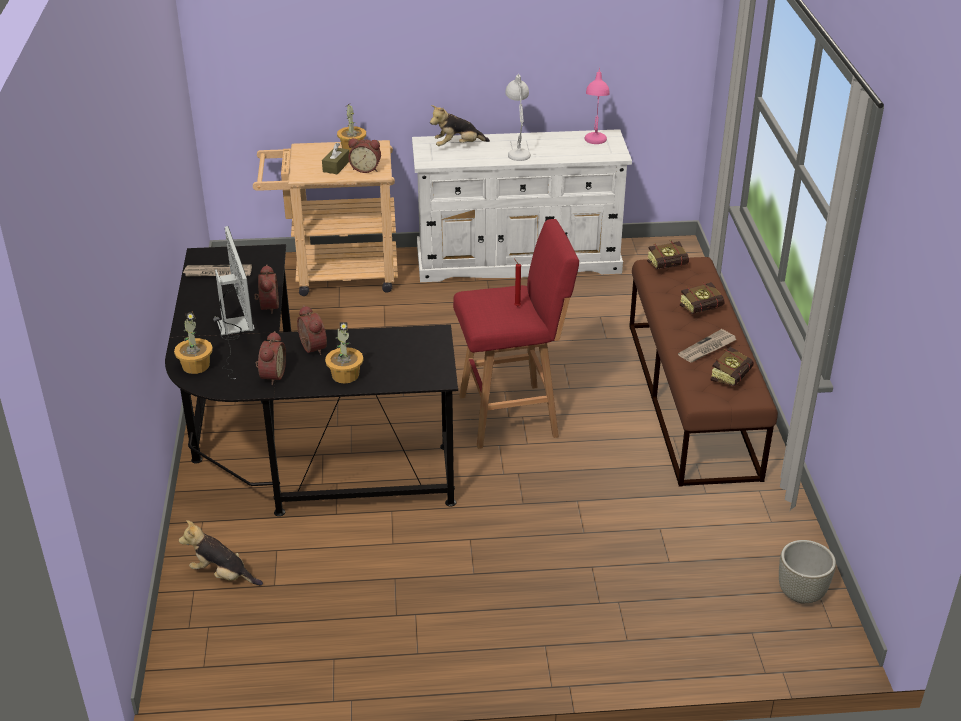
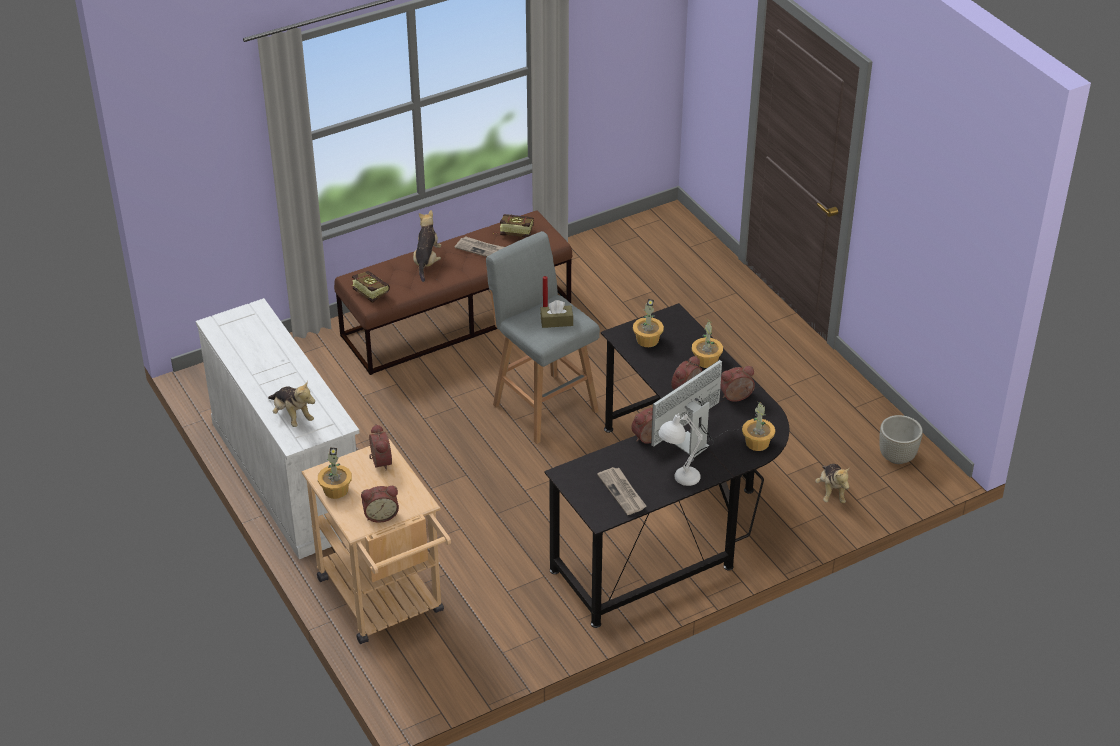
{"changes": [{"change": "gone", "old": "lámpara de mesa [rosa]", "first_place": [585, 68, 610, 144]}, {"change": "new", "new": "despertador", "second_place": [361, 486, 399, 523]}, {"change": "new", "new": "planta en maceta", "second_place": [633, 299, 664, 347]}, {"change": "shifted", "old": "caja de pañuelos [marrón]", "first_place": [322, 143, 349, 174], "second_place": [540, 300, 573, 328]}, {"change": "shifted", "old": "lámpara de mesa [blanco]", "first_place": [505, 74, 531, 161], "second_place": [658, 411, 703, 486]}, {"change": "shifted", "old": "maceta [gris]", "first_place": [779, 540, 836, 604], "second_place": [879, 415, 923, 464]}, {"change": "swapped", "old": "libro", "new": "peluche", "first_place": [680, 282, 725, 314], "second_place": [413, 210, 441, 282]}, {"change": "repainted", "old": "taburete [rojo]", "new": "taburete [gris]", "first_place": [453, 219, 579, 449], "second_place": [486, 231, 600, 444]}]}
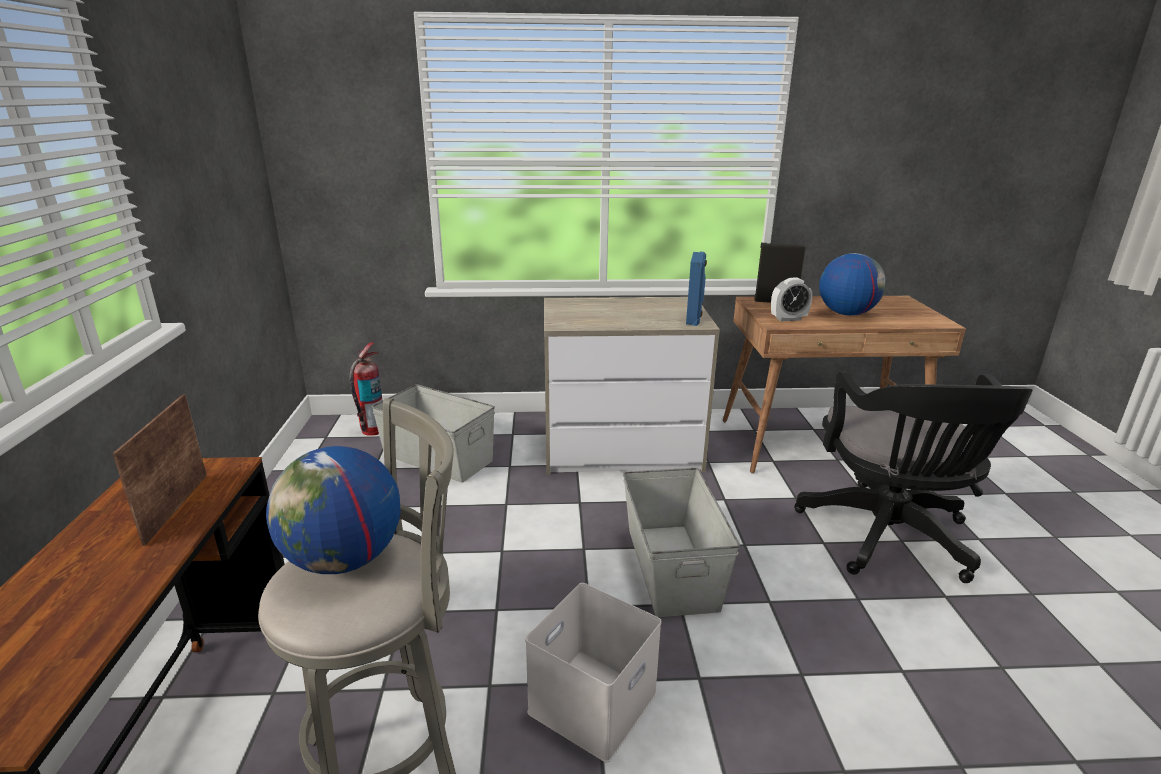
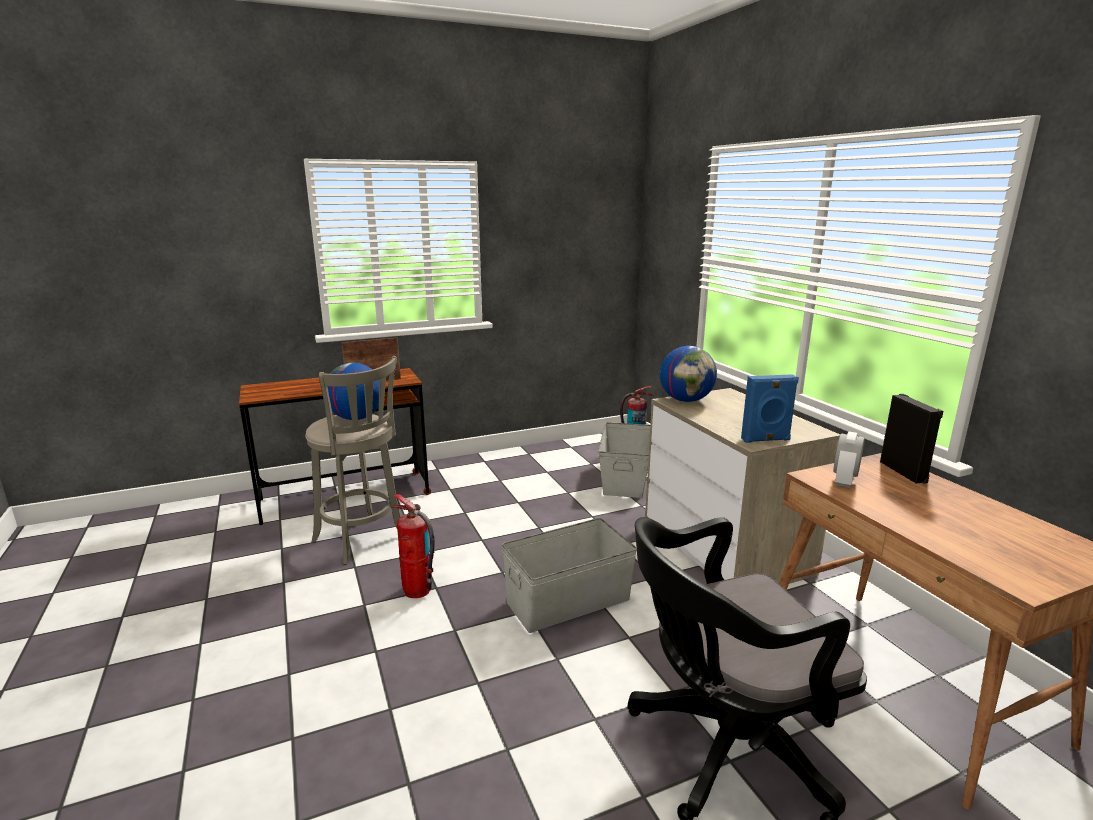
{"changes": [{"change": "shifted", "old": "globo terráqueo", "first_place": [819, 253, 886, 316], "second_place": [660, 346, 717, 402]}, {"change": "swapped", "old": "caja de almacenaje [blanco]", "new": "extintor", "first_place": [525, 583, 662, 762], "second_place": [391, 494, 435, 598]}, {"change": "rotated", "old": "despertador", "first_place": [771, 278, 812, 321], "second_place": [833, 432, 865, 488], "degrees": 60}]}
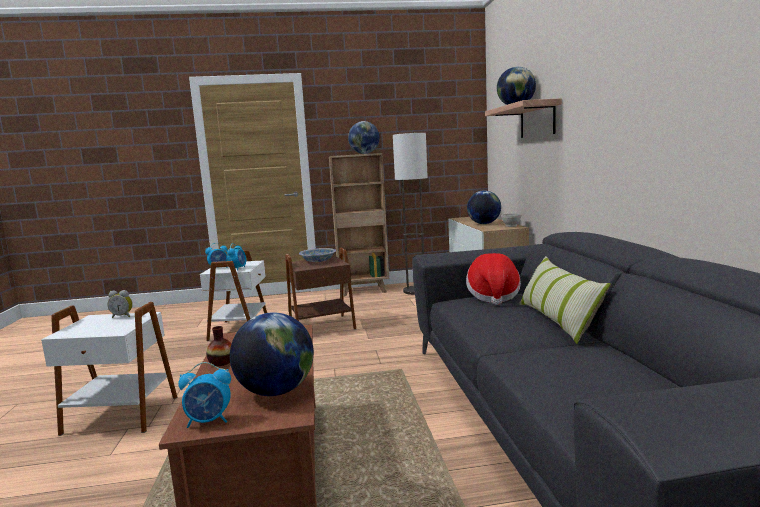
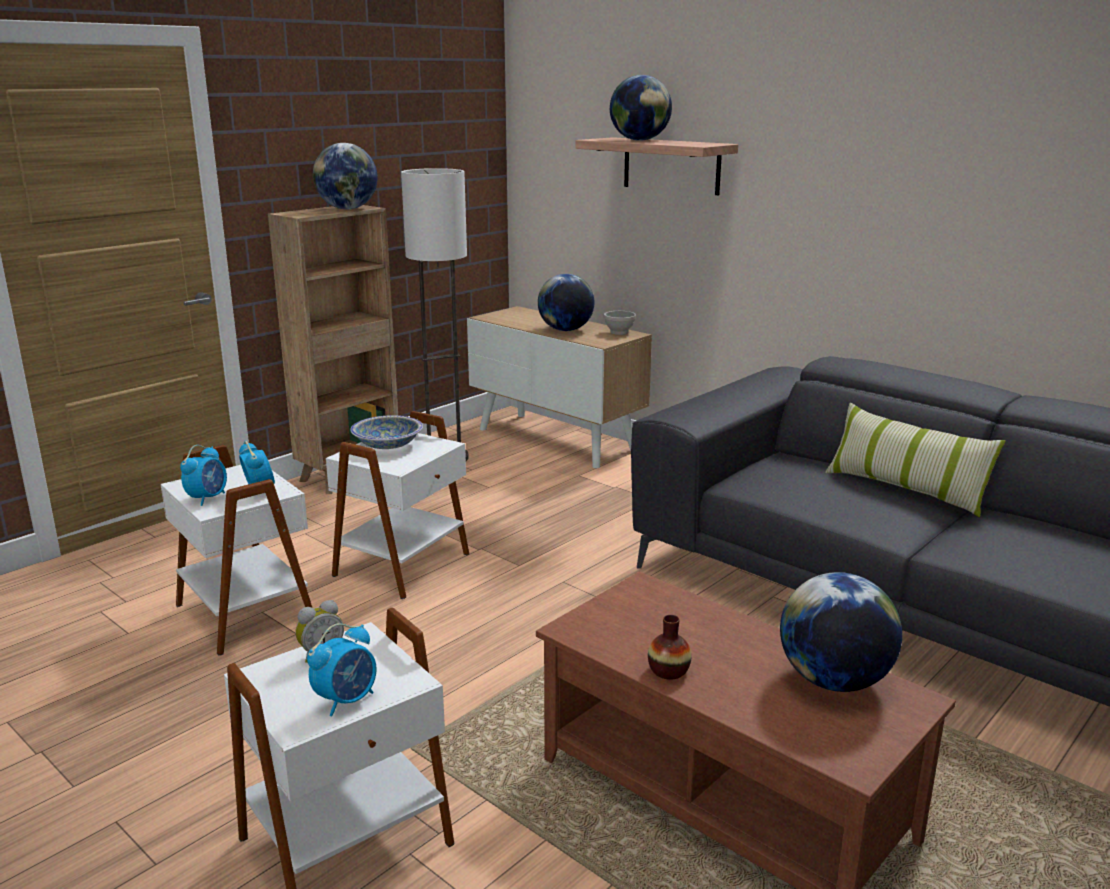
{"changes": [{"change": "gone", "old": "sombrero", "first_place": [466, 253, 521, 305]}, {"change": "shifted", "old": "despertador", "first_place": [178, 362, 231, 428], "second_place": [307, 623, 377, 717]}, {"change": "repainted", "old": "mesa auxiliar [marrón]", "new": "mesa auxiliar [blanco]", "first_place": [285, 247, 356, 330], "second_place": [326, 411, 469, 599]}]}
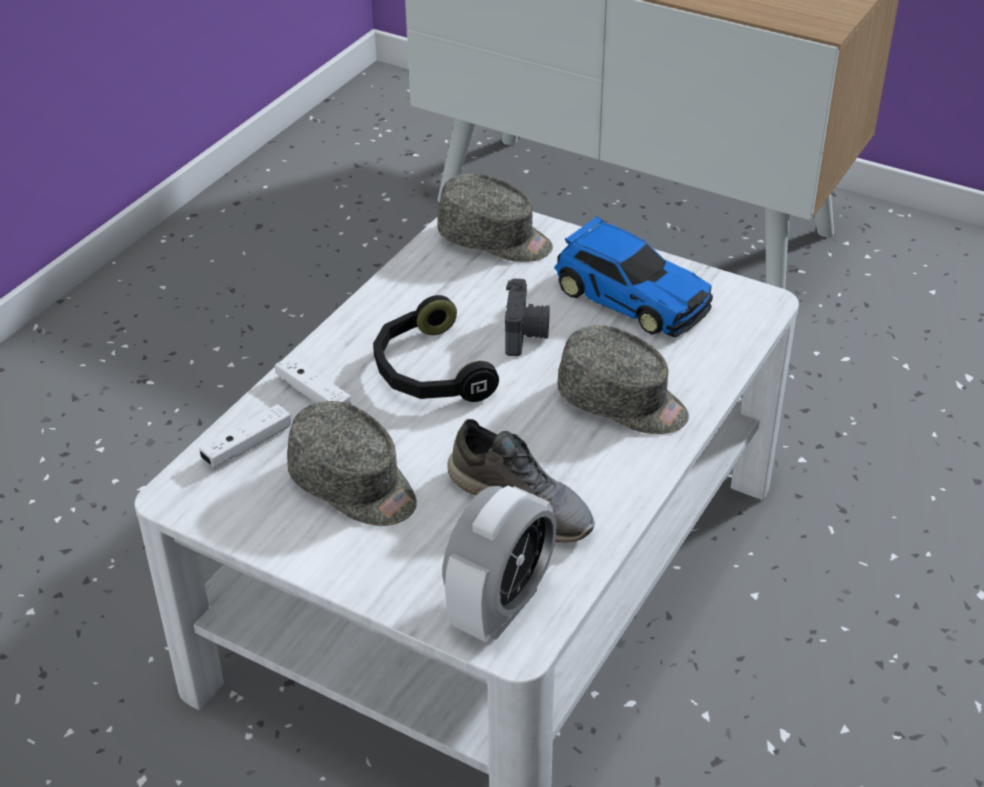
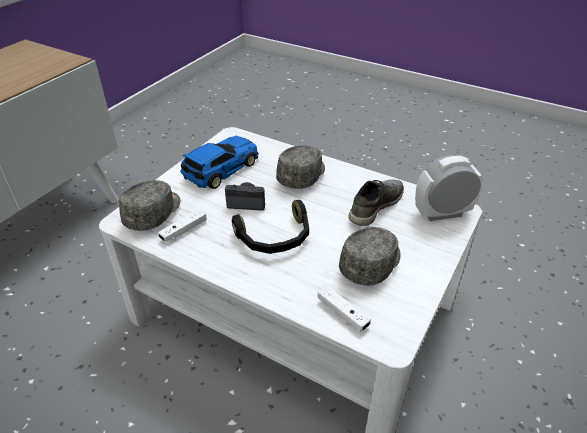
{"changes": [{"change": "shifted", "old": "mando de consola [blanco]", "first_place": [275, 355, 352, 405], "second_place": [158, 209, 207, 242]}, {"change": "rotated", "old": "despertador", "first_place": [442, 486, 557, 642], "second_place": [415, 155, 483, 221], "degrees": -45}]}
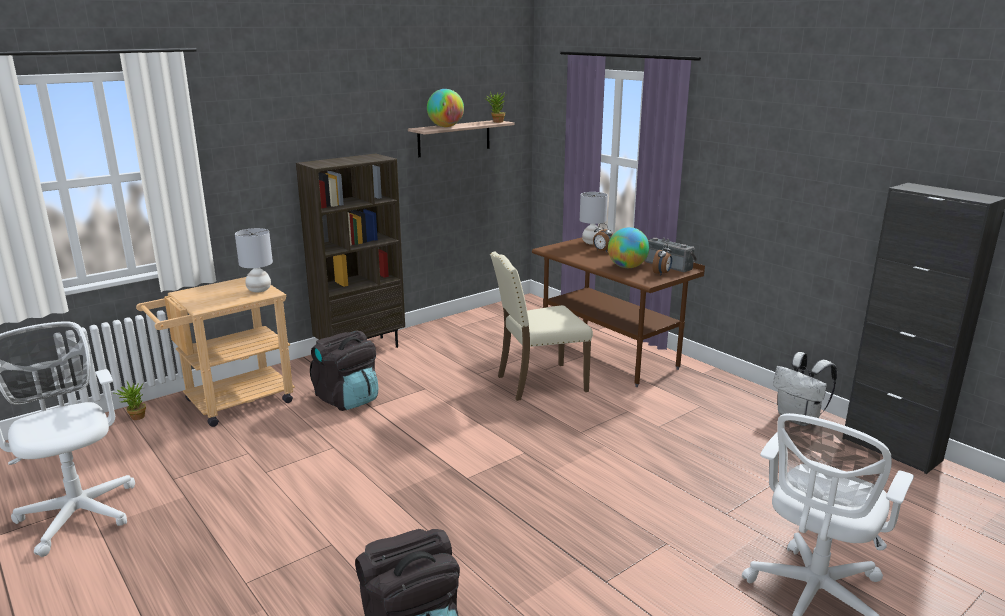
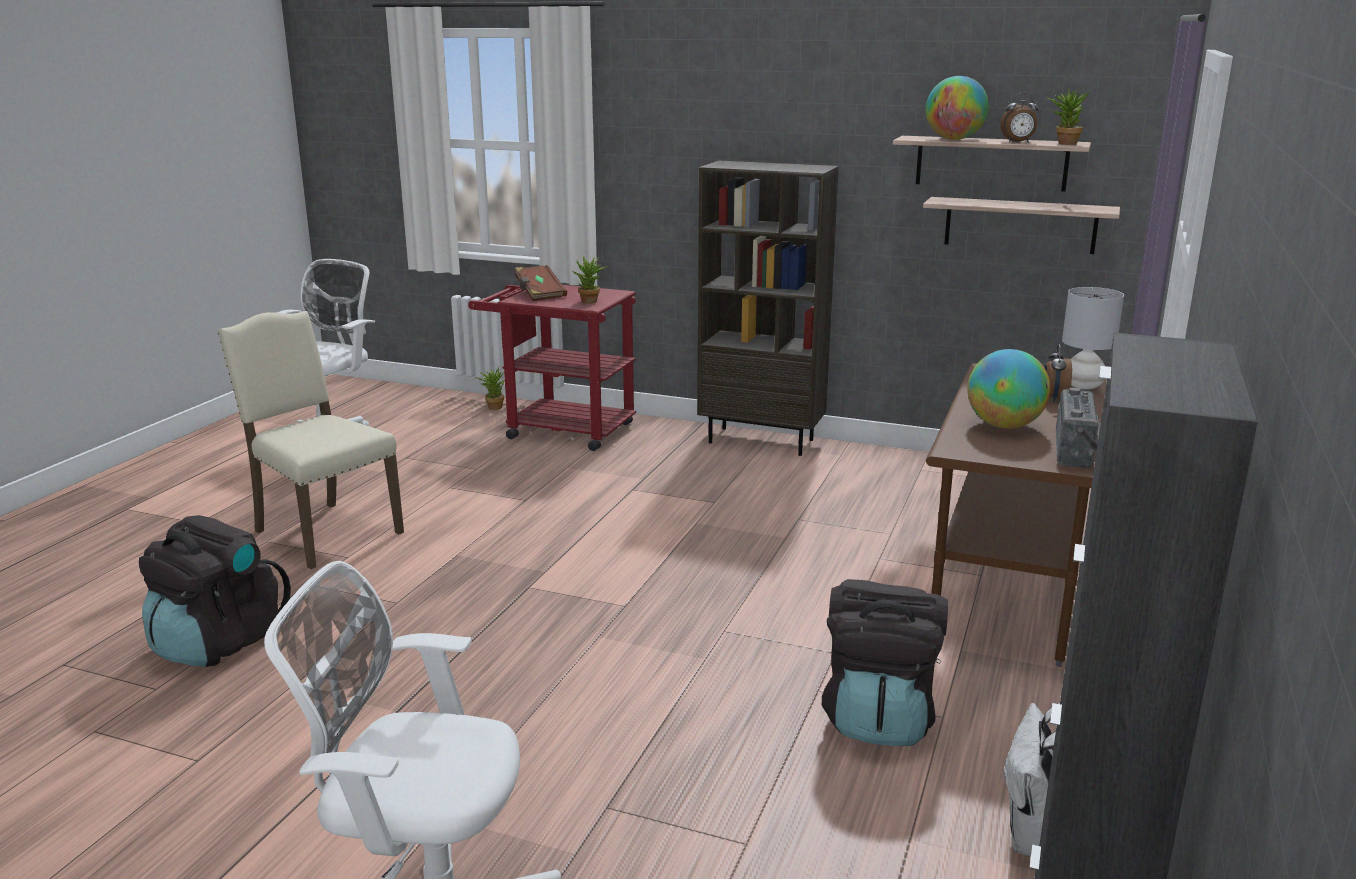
{"changes": [{"change": "new", "new": "libro [marrón]", "second_place": [515, 265, 567, 301]}, {"change": "new", "new": "estante", "second_place": [923, 197, 1120, 254]}, {"change": "shifted", "old": "mochila [negro]", "first_place": [310, 331, 378, 411], "second_place": [822, 579, 948, 746]}, {"change": "shifted", "old": "silla [beis]", "first_place": [490, 252, 593, 401], "second_place": [218, 311, 404, 569]}, {"change": "shifted", "old": "despertador", "first_place": [652, 243, 672, 276], "second_place": [1000, 93, 1039, 143]}, {"change": "swapped", "old": "lámpara de mesa [gris]", "new": "planta en maceta", "first_place": [235, 228, 273, 293], "second_place": [573, 256, 607, 304]}, {"change": "repainted", "old": "carrito [beis]", "new": "carrito [rojo]", "first_place": [136, 277, 295, 427], "second_place": [468, 285, 636, 451]}]}
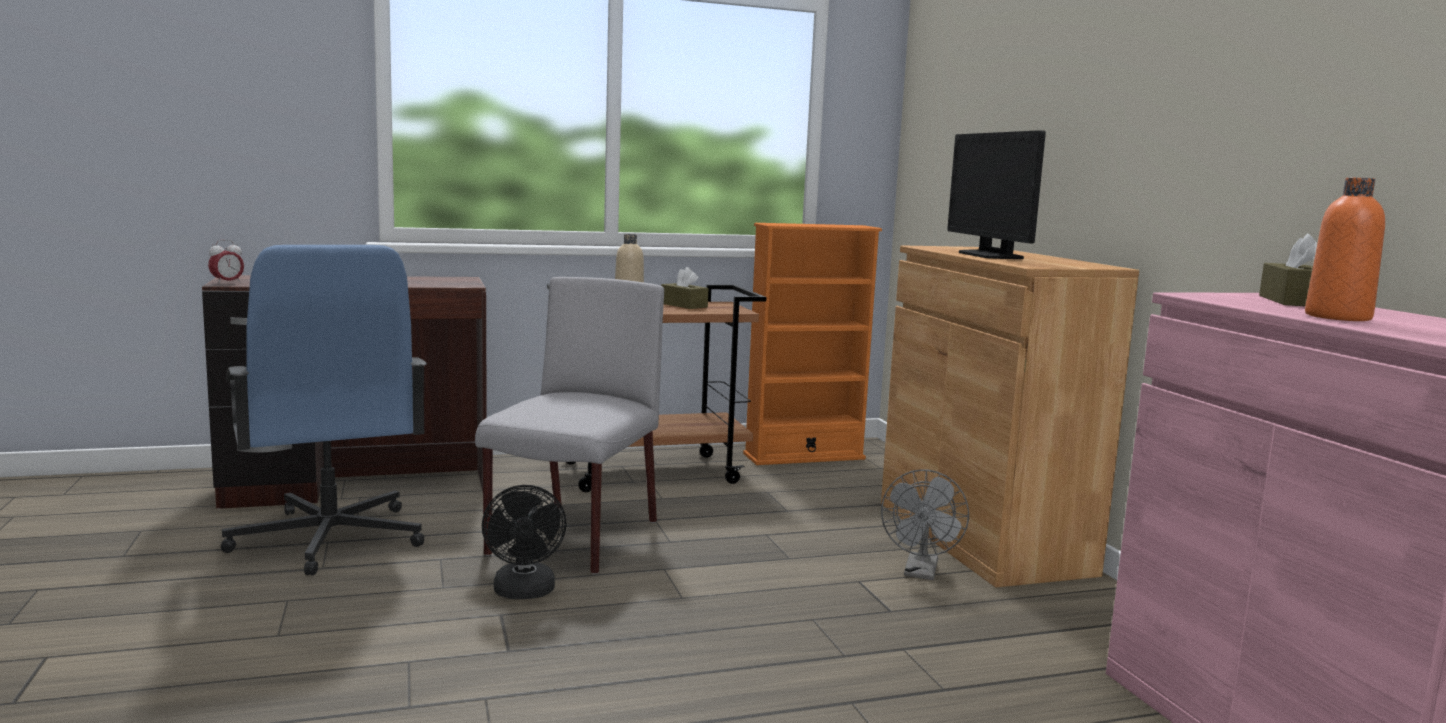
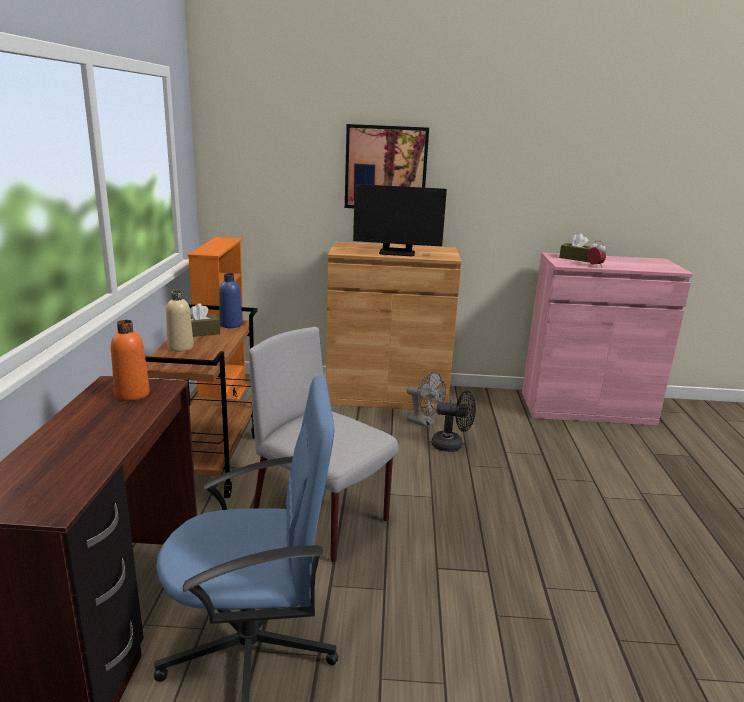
{"changes": [{"change": "new", "new": "botella [azul]", "second_place": [219, 273, 243, 328]}, {"change": "new", "new": "cuadro", "second_place": [345, 124, 429, 208]}, {"change": "shifted", "old": "despertador", "first_place": [208, 240, 244, 285], "second_place": [587, 241, 606, 267]}, {"change": "shifted", "old": "ventilador [negro]", "first_place": [482, 485, 566, 599], "second_place": [432, 391, 476, 452]}, {"change": "shifted", "old": "botella [naranja]", "first_place": [1305, 177, 1385, 321], "second_place": [111, 320, 150, 401]}]}
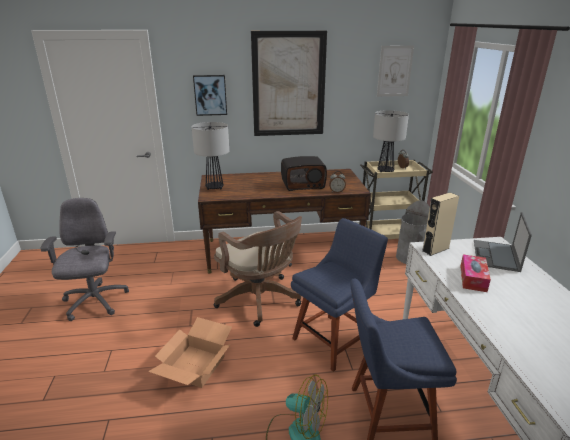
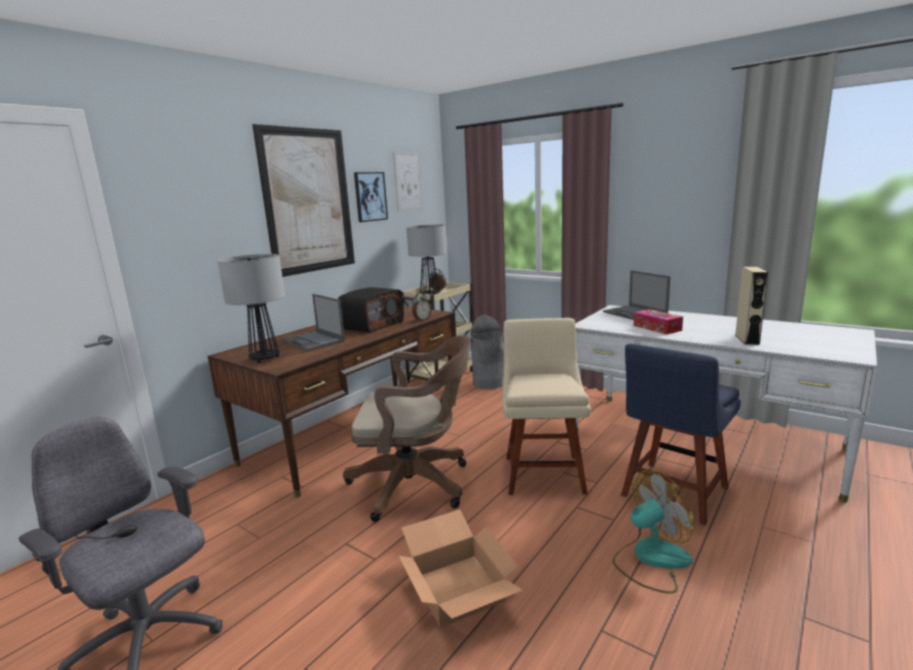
{"changes": [{"change": "new", "new": "portátil", "second_place": [282, 294, 345, 351]}, {"change": "shifted", "old": "cuadro", "first_place": [193, 75, 227, 116], "second_place": [354, 172, 388, 222]}, {"change": "shifted", "old": "altavoz [beis]", "first_place": [422, 193, 459, 256], "second_place": [735, 267, 768, 345]}, {"change": "repainted", "old": "silla [azul]", "new": "silla [beis]", "first_place": [291, 218, 388, 372], "second_place": [503, 318, 591, 495]}]}
